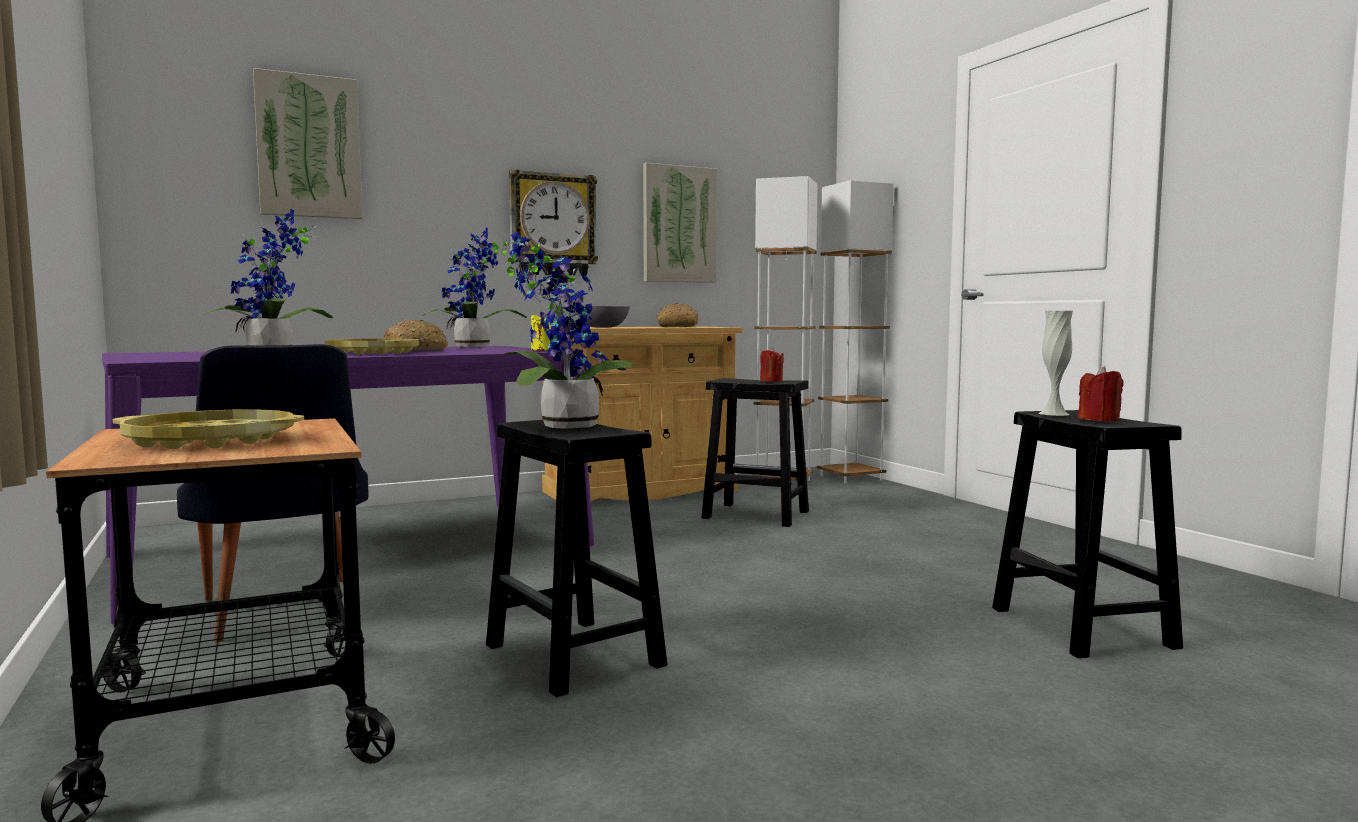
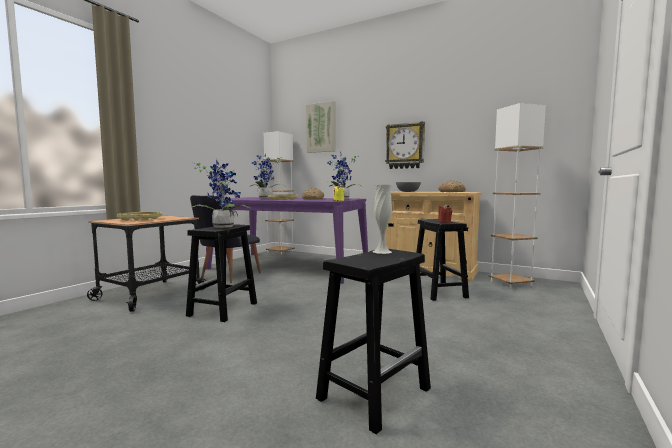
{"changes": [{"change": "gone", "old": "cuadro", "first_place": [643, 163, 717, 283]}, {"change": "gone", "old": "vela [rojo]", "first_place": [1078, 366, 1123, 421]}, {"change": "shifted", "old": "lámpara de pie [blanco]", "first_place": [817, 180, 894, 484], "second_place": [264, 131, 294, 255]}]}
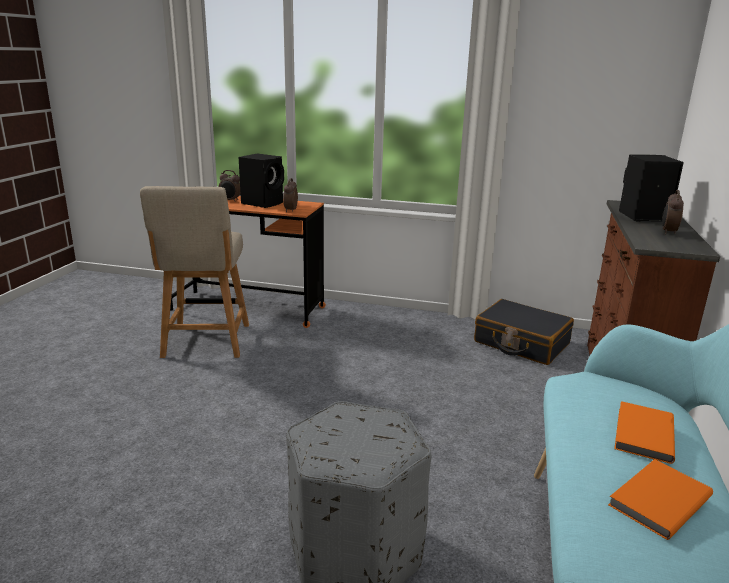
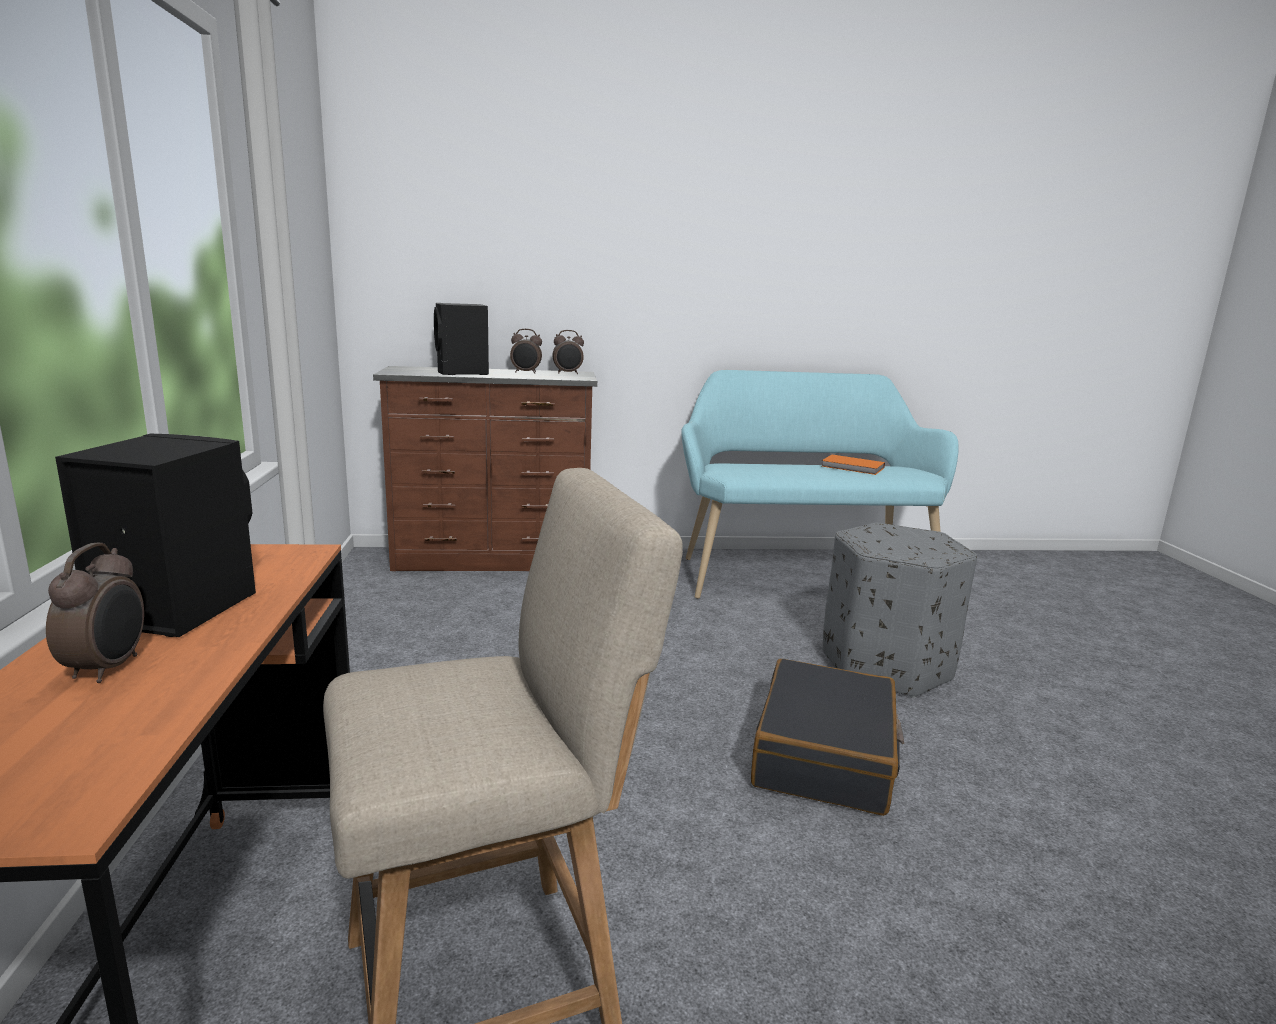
{"changes": [{"change": "gone", "old": "libro [naranja]", "first_place": [614, 401, 675, 464]}, {"change": "shifted", "old": "despertador", "first_place": [283, 178, 298, 212], "second_place": [552, 330, 584, 374]}, {"change": "shifted", "old": "maleta [negro]", "first_place": [474, 299, 574, 365], "second_place": [751, 659, 904, 816]}]}
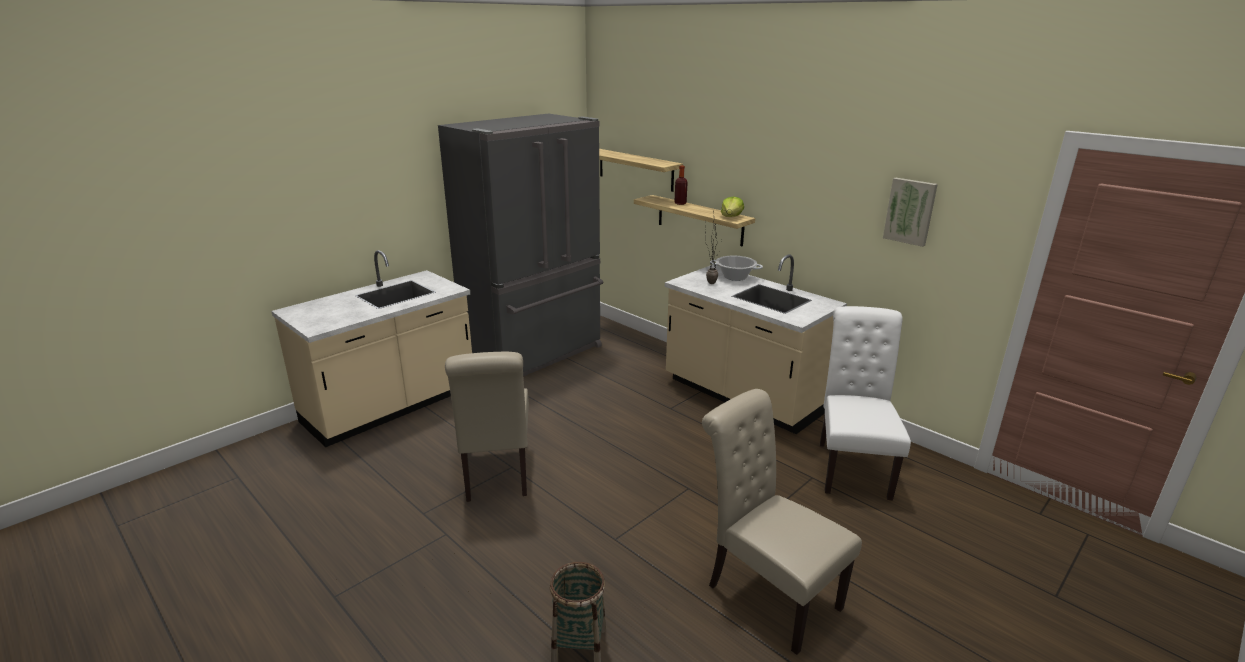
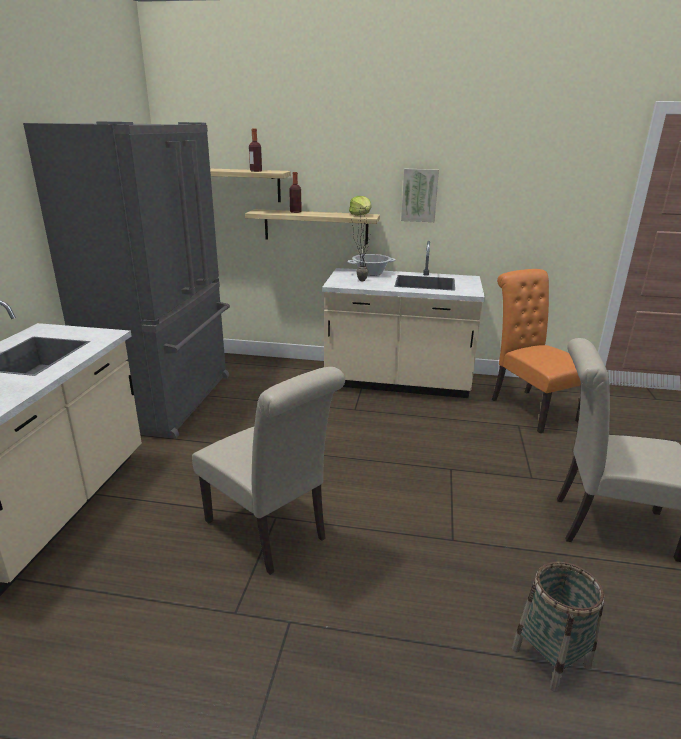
{"changes": [{"change": "new", "new": "botella", "second_place": [249, 128, 262, 172]}, {"change": "shifted", "old": "cuadro", "first_place": [883, 178, 938, 247], "second_place": [401, 169, 439, 222]}, {"change": "repainted", "old": "silla [blanco]", "new": "silla [naranja]", "first_place": [820, 306, 911, 500], "second_place": [492, 269, 581, 433]}]}
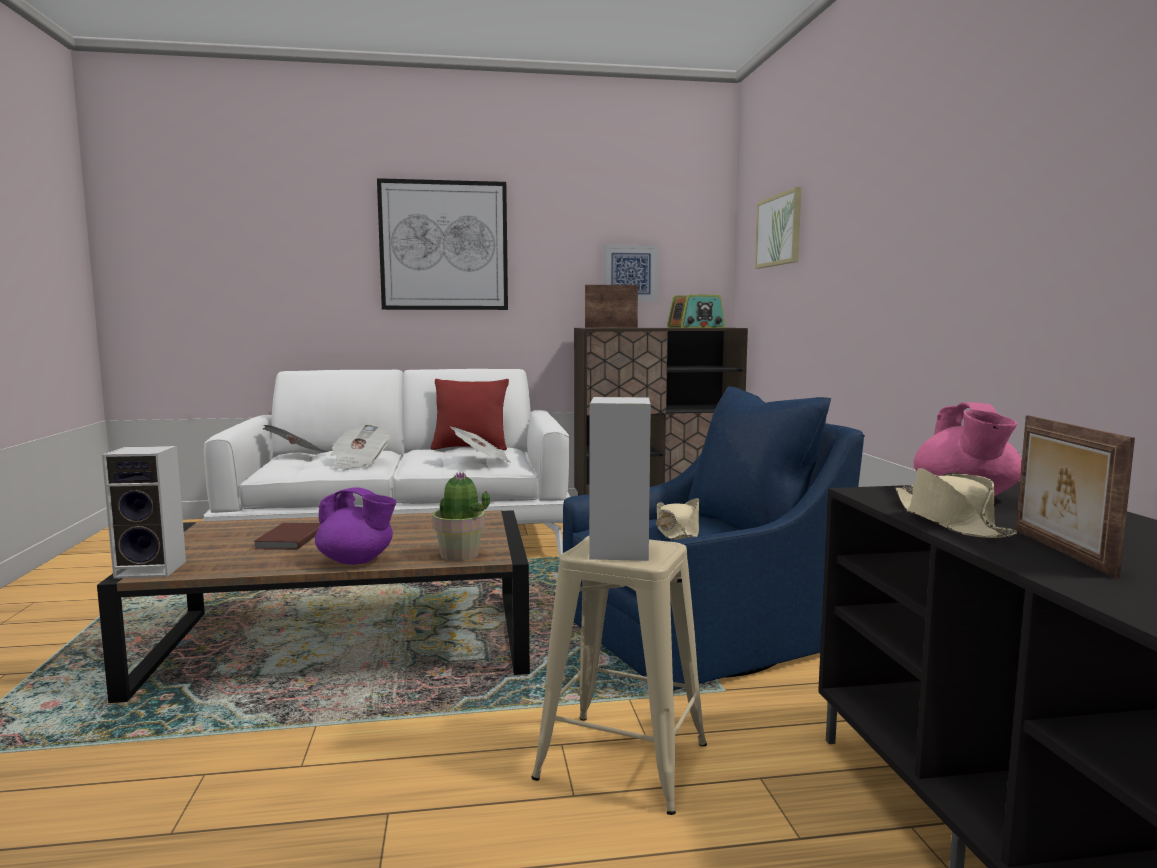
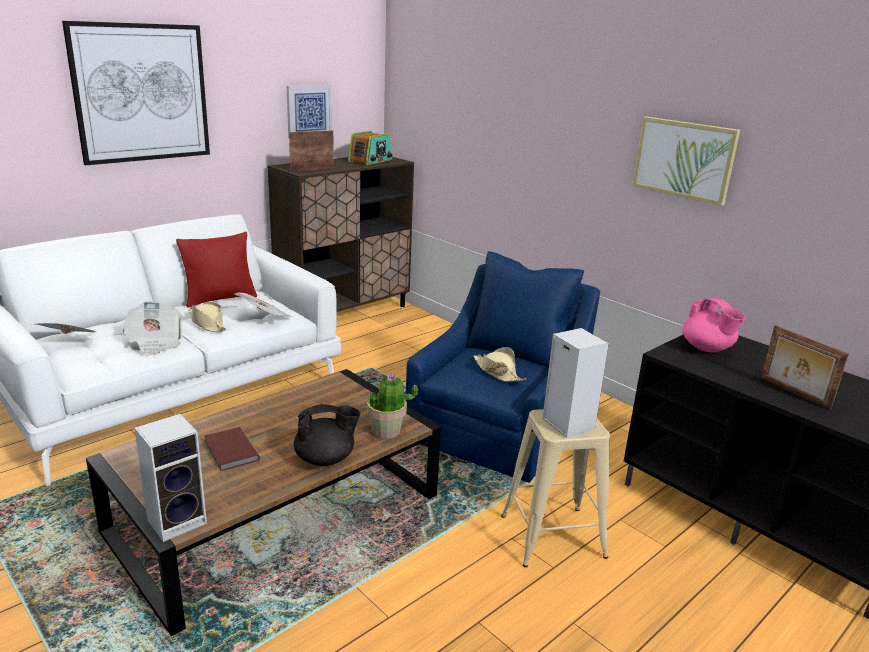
{"changes": [{"change": "shifted", "old": "cuadro", "first_place": [755, 187, 802, 269], "second_place": [633, 117, 740, 206]}, {"change": "shifted", "old": "sombrero [beis]", "first_place": [895, 468, 1017, 538], "second_place": [188, 302, 226, 332]}, {"change": "repainted", "old": "tetera [morado]", "new": "tetera [negro]", "first_place": [315, 487, 397, 565], "second_place": [294, 404, 360, 466]}]}
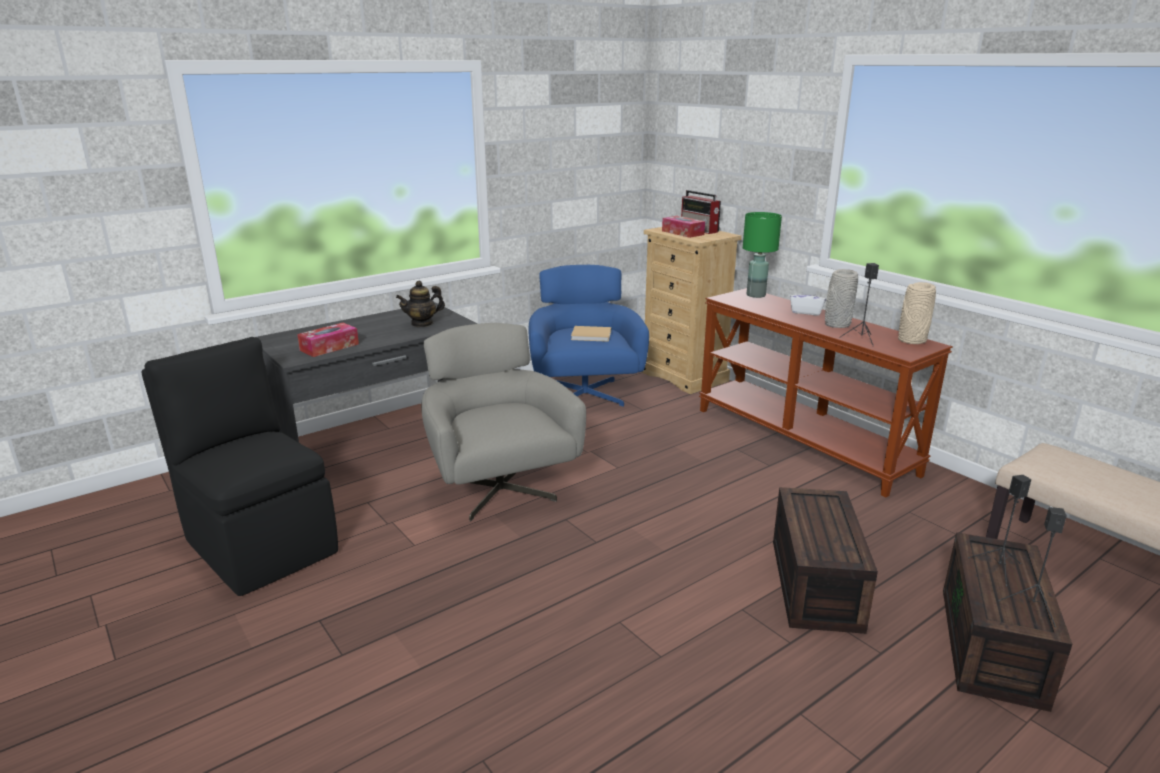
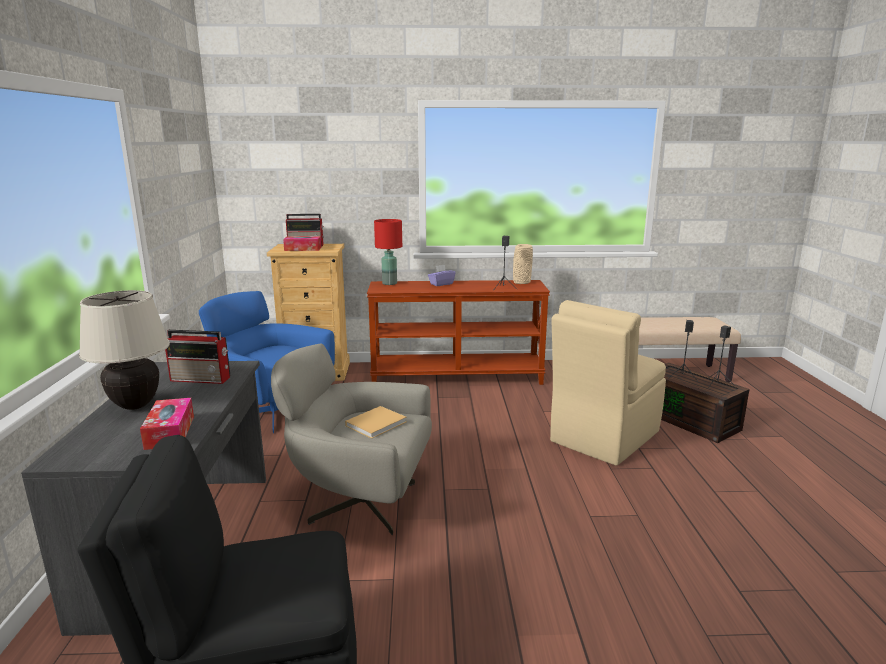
{"changes": [{"change": "gone", "old": "florero [gris]", "first_place": [825, 269, 858, 328]}, {"change": "new", "new": "lámpara de mesa [beis]", "second_place": [79, 290, 170, 410]}, {"change": "shifted", "old": "libro [beis]", "first_place": [571, 326, 611, 342], "second_place": [345, 406, 407, 439]}, {"change": "swapped", "old": "tetera", "new": "radio", "first_place": [396, 281, 445, 327], "second_place": [165, 330, 230, 384]}, {"change": "swapped", "old": "caja de almacenaje [marrón]", "new": "silla [beis]", "first_place": [773, 487, 878, 634], "second_place": [550, 300, 666, 466]}, {"change": "repainted", "old": "lámpara de mesa [verde]", "new": "lámpara de mesa [rojo]", "first_place": [743, 212, 782, 298], "second_place": [374, 219, 402, 285]}, {"change": "repainted", "old": "caja de pañuelos [blanco]", "new": "caja de pañuelos [morado]", "first_place": [790, 286, 826, 316], "second_place": [428, 265, 456, 286]}]}
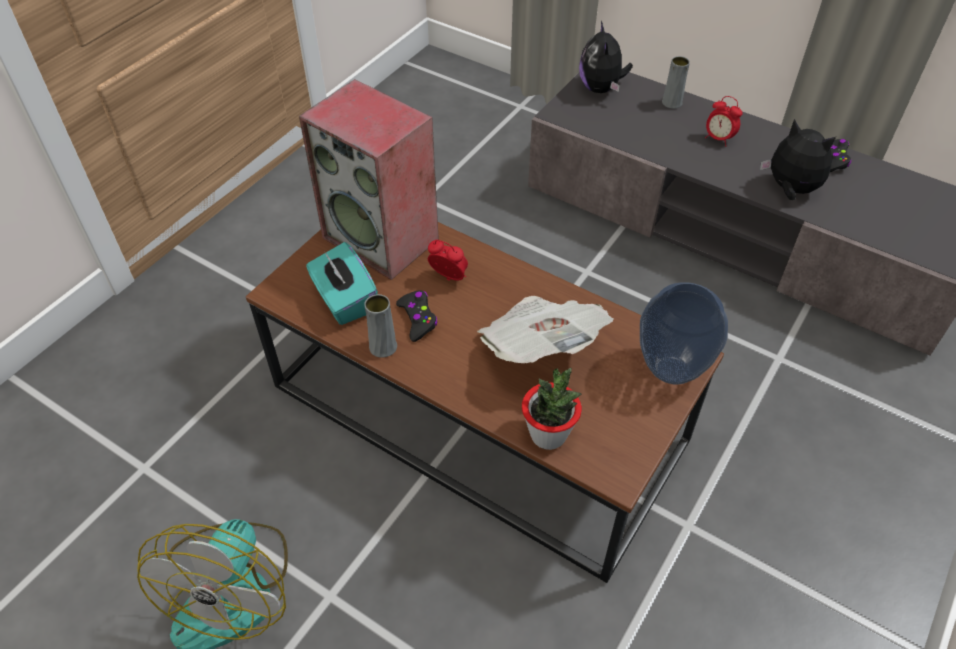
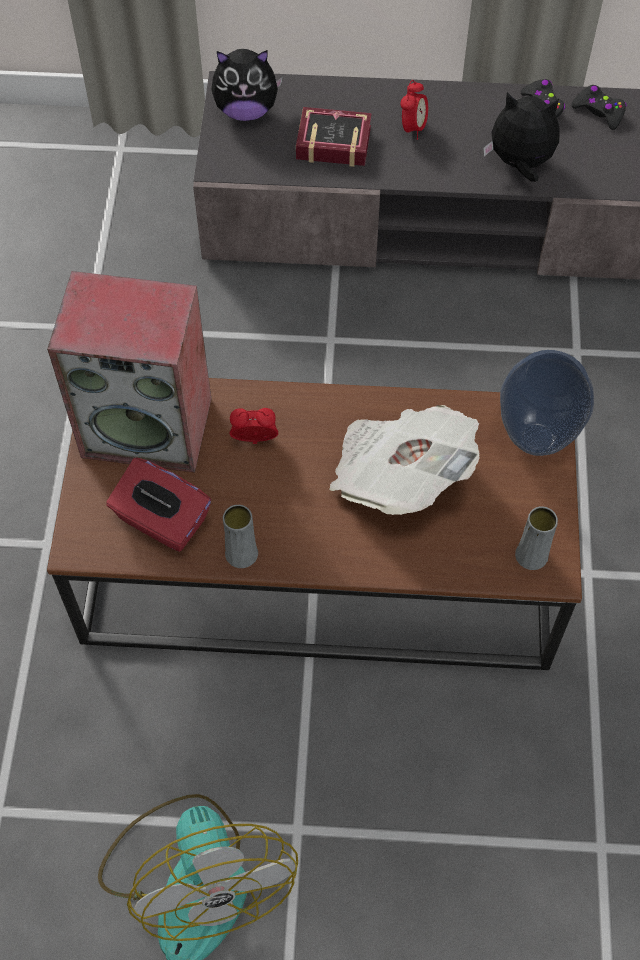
{"changes": [{"change": "gone", "old": "planta en maceta", "first_place": [522, 368, 582, 450]}, {"change": "new", "new": "libro", "second_place": [296, 107, 372, 167]}, {"change": "shifted", "old": "mando de consola [negro]", "first_place": [396, 290, 438, 342], "second_place": [571, 85, 627, 130]}, {"change": "shifted", "old": "florero [gris]", "first_place": [662, 56, 690, 109], "second_place": [515, 506, 558, 570]}, {"change": "repainted", "old": "caja de pañuelos [turquesa]", "new": "caja de pañuelos [rojo]", "first_place": [306, 242, 378, 325], "second_place": [106, 457, 211, 552]}, {"change": "rotated", "old": "peluche", "first_place": [579, 21, 633, 93], "second_place": [212, 49, 283, 121], "degrees": -60}, {"change": "rotated", "old": "despertador", "first_place": [705, 96, 743, 147], "second_place": [401, 80, 428, 140], "degrees": -75}]}
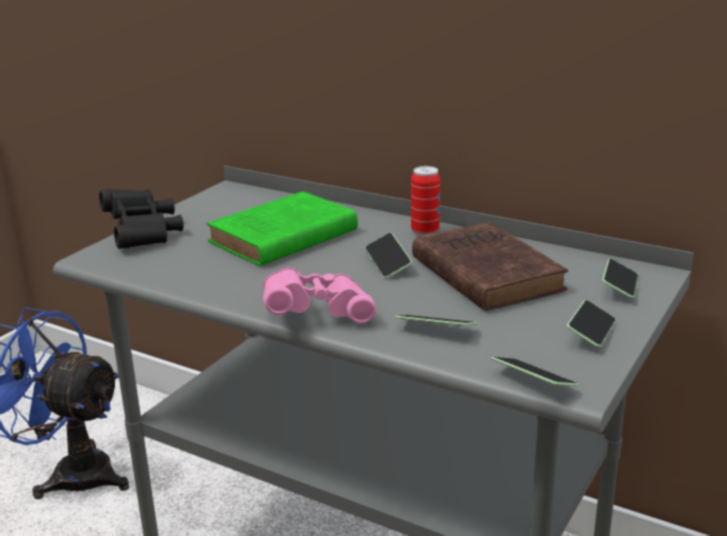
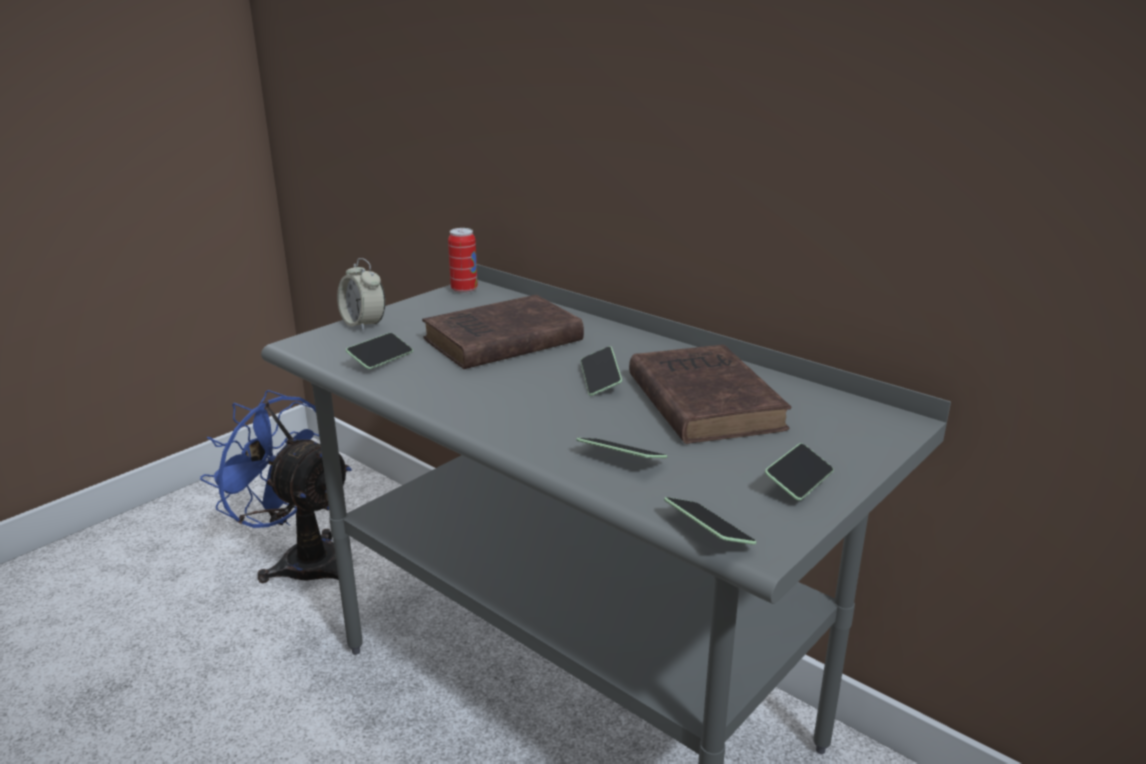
{"changes": [{"change": "gone", "old": "prismáticos [rosa]", "first_place": [263, 267, 376, 324]}, {"change": "shifted", "old": "lata", "first_place": [411, 166, 440, 236], "second_place": [448, 228, 478, 294]}, {"change": "shifted", "old": "móvil", "first_place": [602, 258, 638, 298], "second_place": [346, 333, 413, 369]}, {"change": "swapped", "old": "prismáticos [negro]", "new": "despertador", "first_place": [99, 189, 184, 249], "second_place": [337, 258, 385, 332]}, {"change": "repainted", "old": "libro [verde]", "new": "libro [marrón]", "first_place": [207, 191, 358, 266], "second_place": [422, 295, 584, 369]}]}
